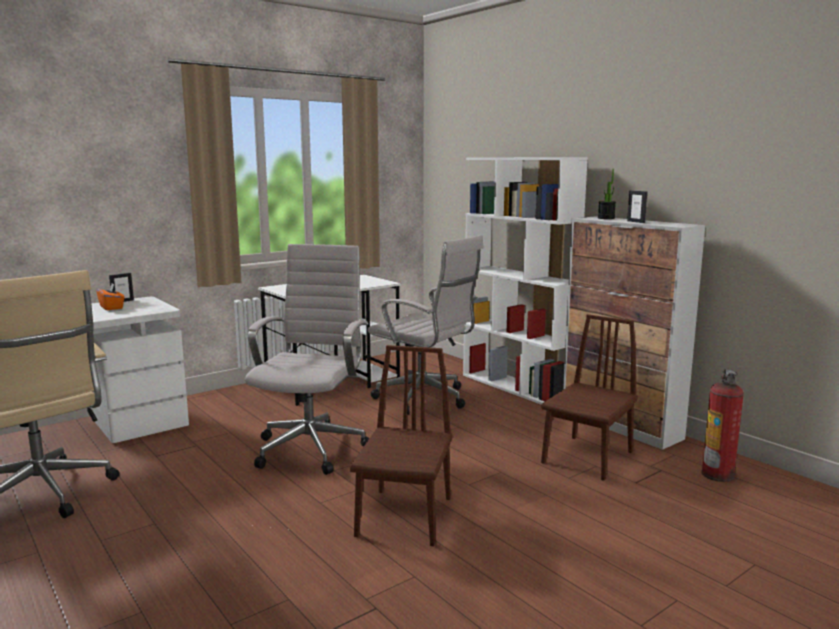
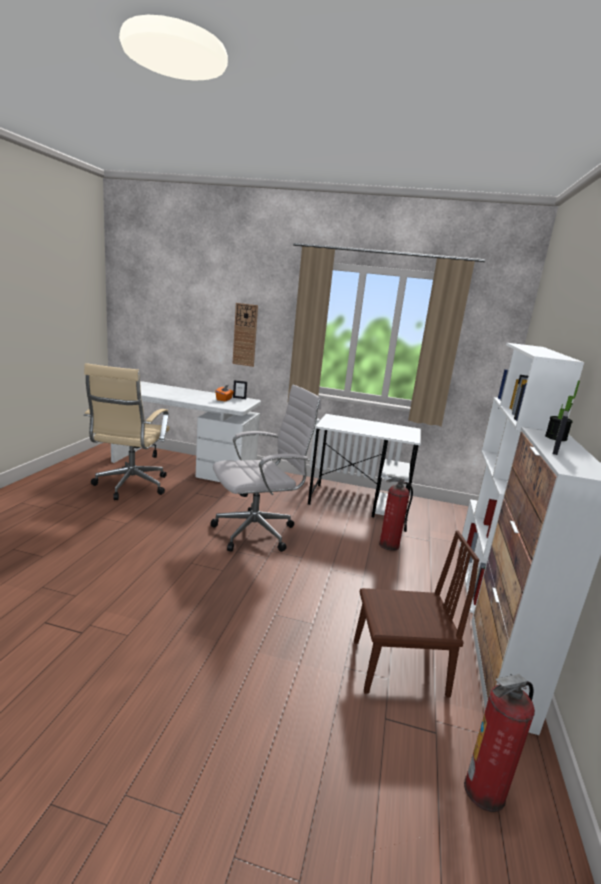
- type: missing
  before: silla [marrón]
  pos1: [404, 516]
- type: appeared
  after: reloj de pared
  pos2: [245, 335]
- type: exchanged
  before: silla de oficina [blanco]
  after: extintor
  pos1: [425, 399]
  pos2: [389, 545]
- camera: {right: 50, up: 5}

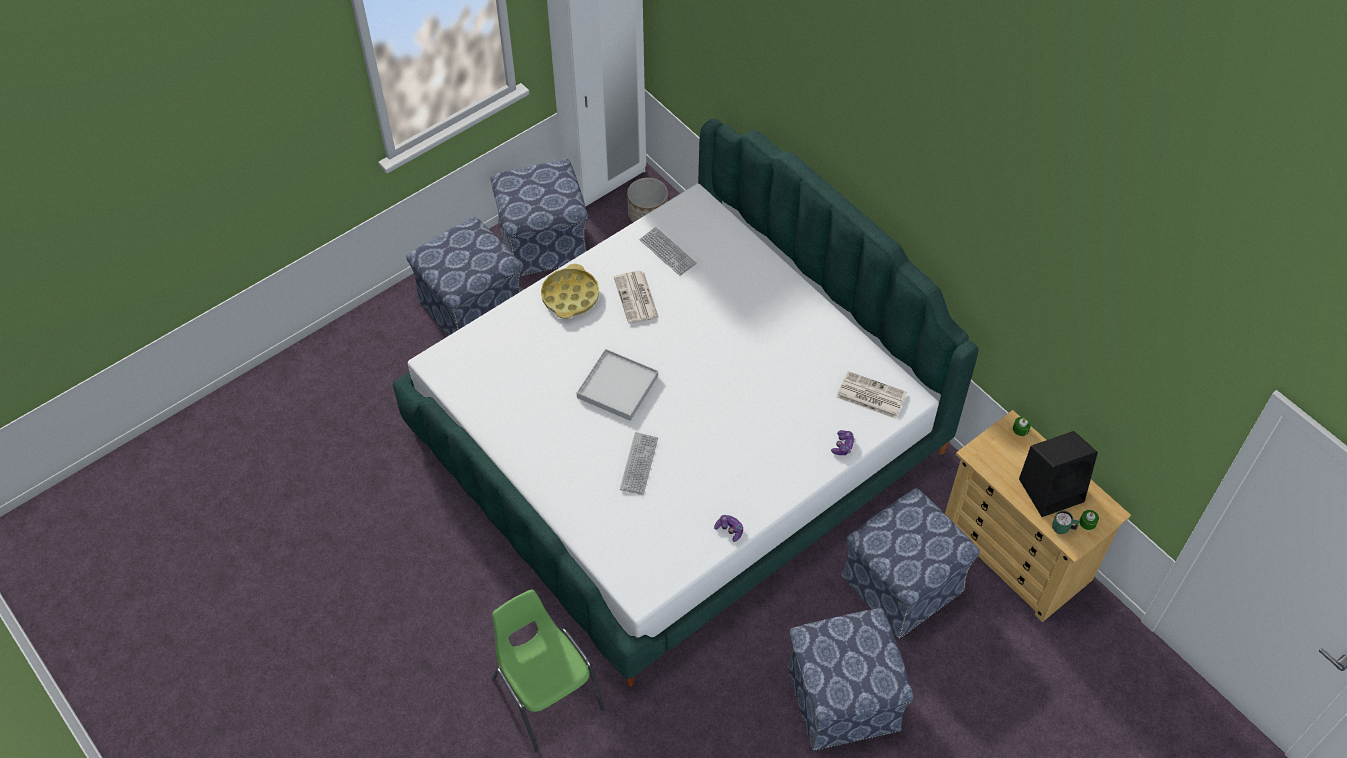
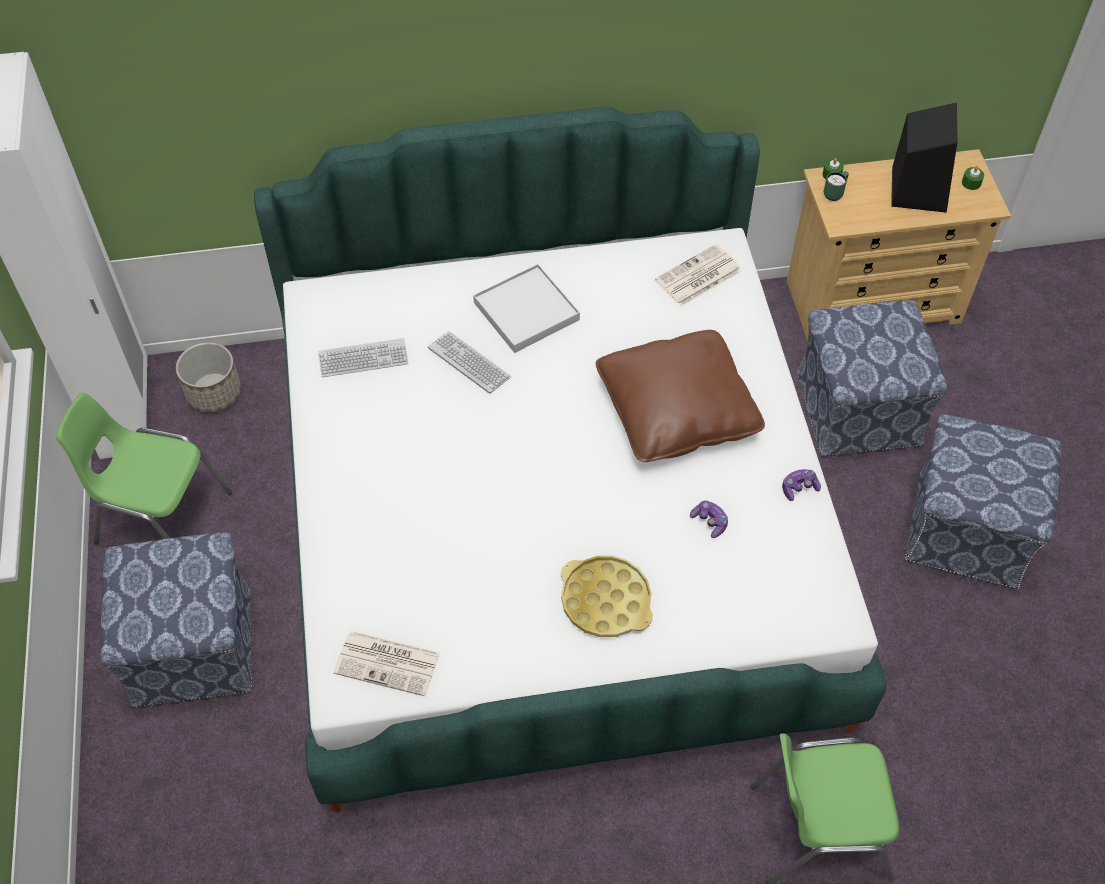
- type: appeared
  after: cojín [marrón]
  pos2: [677, 411]
- type: relocated
  before: bandeja [amarillo]
  pos1: [570, 296]
  pos2: [605, 601]
- type: relocated
  before: bandeja [blanco]
  pos1: [618, 387]
  pos2: [526, 311]
- type: relocated
  before: periódico
  pos1: [637, 298]
  pos2: [389, 663]
- type: relocated
  before: teclado
  pos1: [639, 464]
  pos2: [469, 363]
- type: relocated
  before: mando de consola
  pos1: [843, 446]
  pos2: [709, 522]
- type: relocated
  before: taza grande [verde]
  pos1: [1063, 529]
  pos2: [835, 193]
- type: exchanged
  before: puf
  after: silla [verde]
  pos1: [544, 242]
  pos2: [161, 518]
- camera: {right: -60, up: 0}

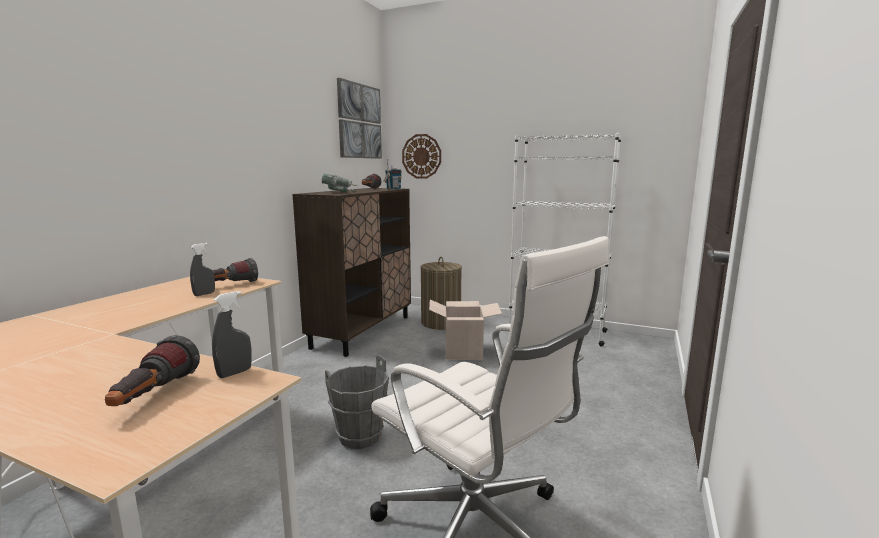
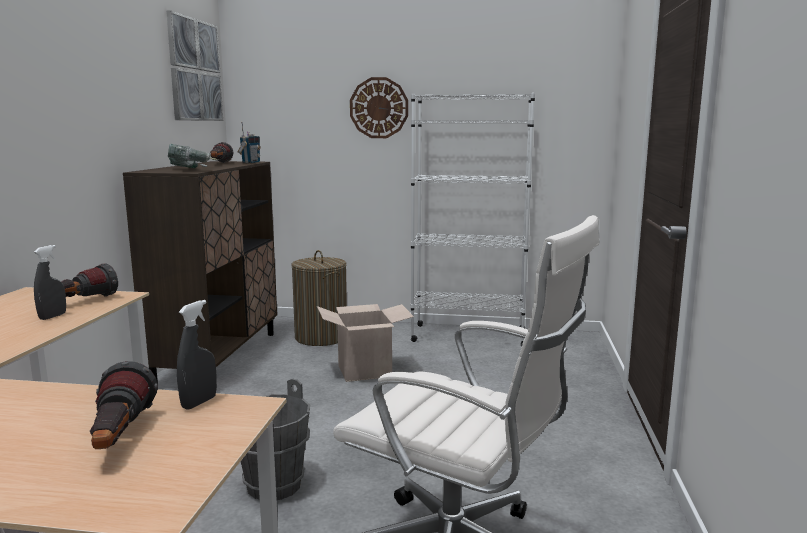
- type: relocated
  before: reloj de pared
  pos1: [421, 156]
  pos2: [379, 108]
- camera: {right: -15, up: 0}

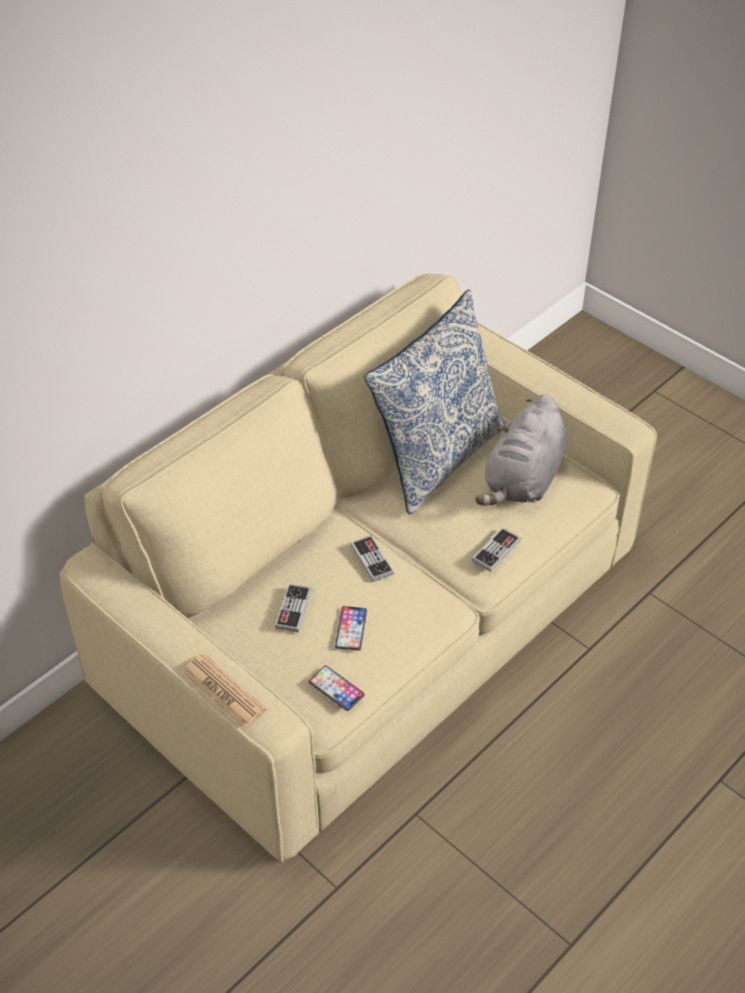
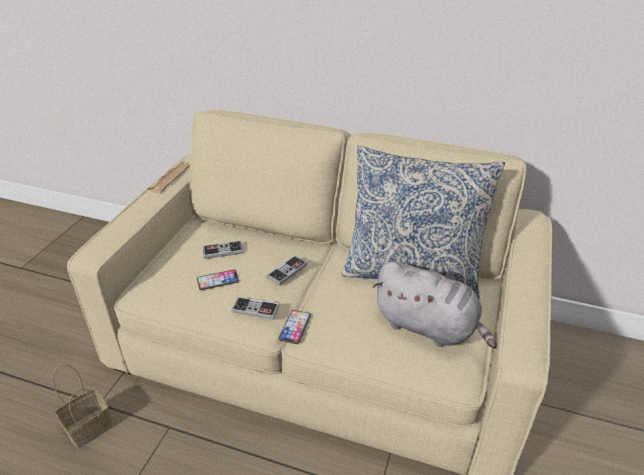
- type: appeared
  after: cesta
  pos2: [90, 426]
- type: relocated
  before: periódico
  pos1: [223, 691]
  pos2: [169, 177]
- type: relocated
  before: móvil
  pos1: [336, 689]
  pos2: [295, 327]
- type: relocated
  before: mando de consola
  pos1: [496, 550]
  pos2: [255, 309]
- type: spun
  before: peluche [gris]
  pos1: [523, 480]
  pos2: [428, 327]
  turn: -150
- camera: {right: 65, up: -10}

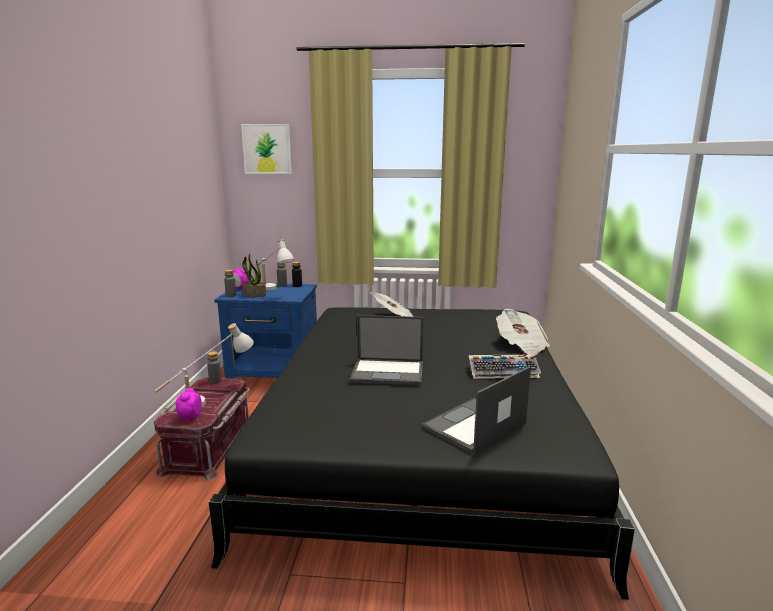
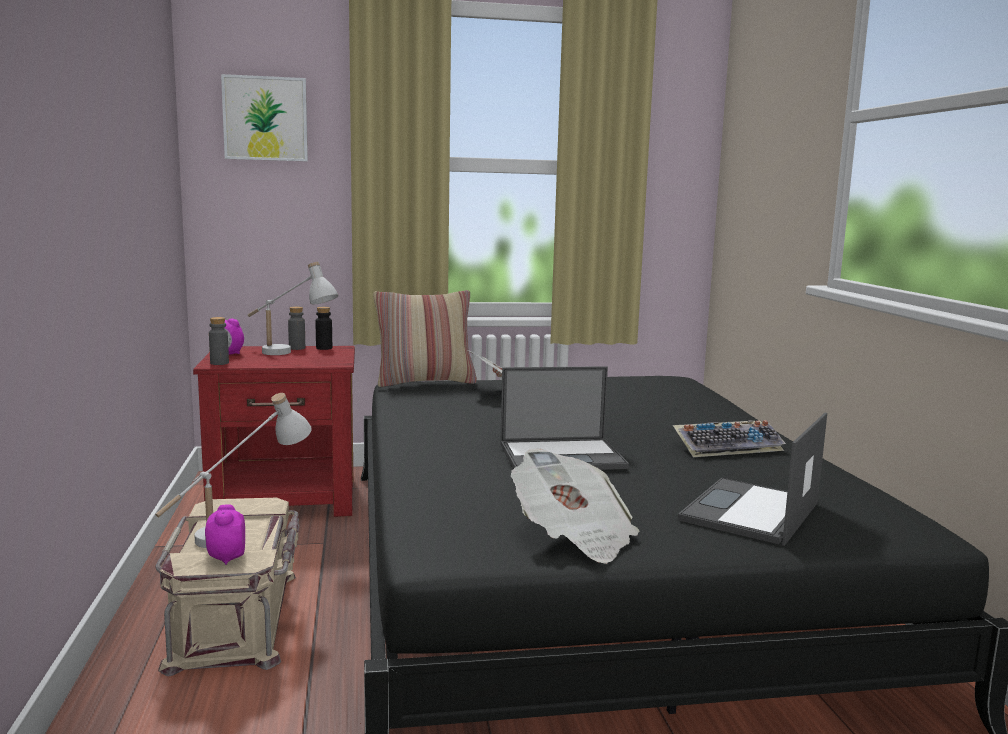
- type: missing
  before: botella [gris]
  pos1: [215, 381]
- type: missing
  before: planta en maceta
  pos1: [254, 295]
- type: appeared
  after: cojín
  pos2: [425, 382]
- type: relocated
  before: periódico
  pos1: [521, 345]
  pos2: [573, 536]
- type: colour
  before: caja de almacenaje [rojo]
  after: caja de almacenaje [beis]
  pos1: [210, 446]
  pos2: [237, 618]
- type: colour
  before: mesita de noche [azul]
  after: mesita de noche [rojo]
  pos1: [275, 371]
  pos2: [287, 499]
- camera: {right: -15, up: -5}

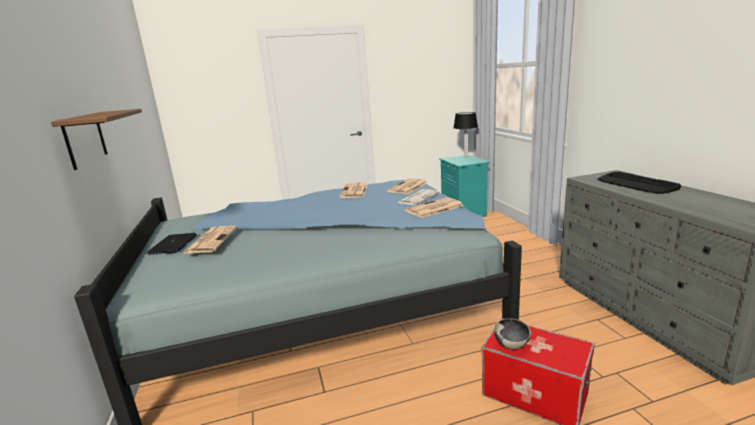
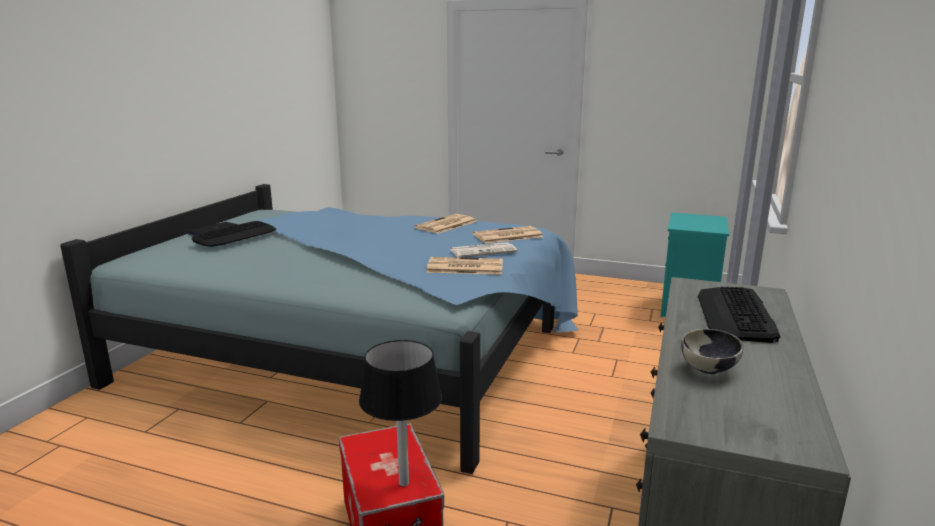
- type: missing
  before: estante [marrón]
  pos1: [85, 139]
- type: relocated
  before: lámpara de mesa [negro]
  pos1: [465, 157]
  pos2: [403, 483]
- type: relocated
  before: cuenco
  pos1: [511, 344]
  pos2: [709, 369]
- type: exchanged
  before: periódico
  after: teclado
  pos1: [211, 240]
  pos2: [235, 235]
- camera: {right: 35, up: 0}

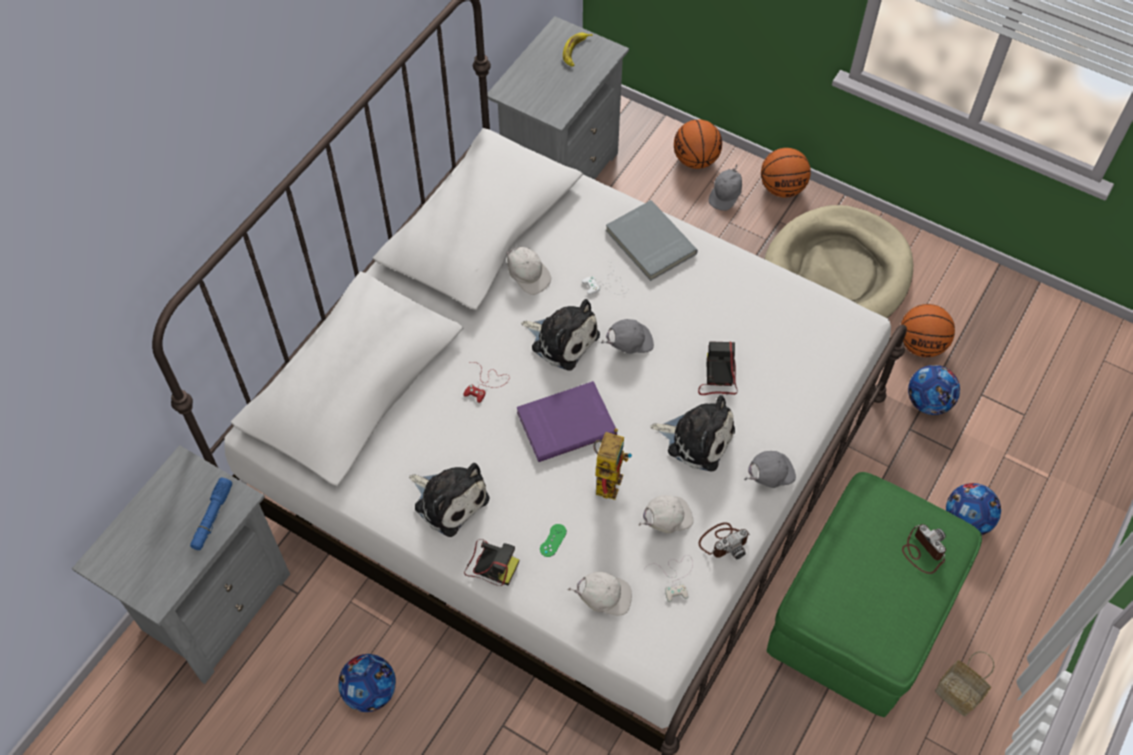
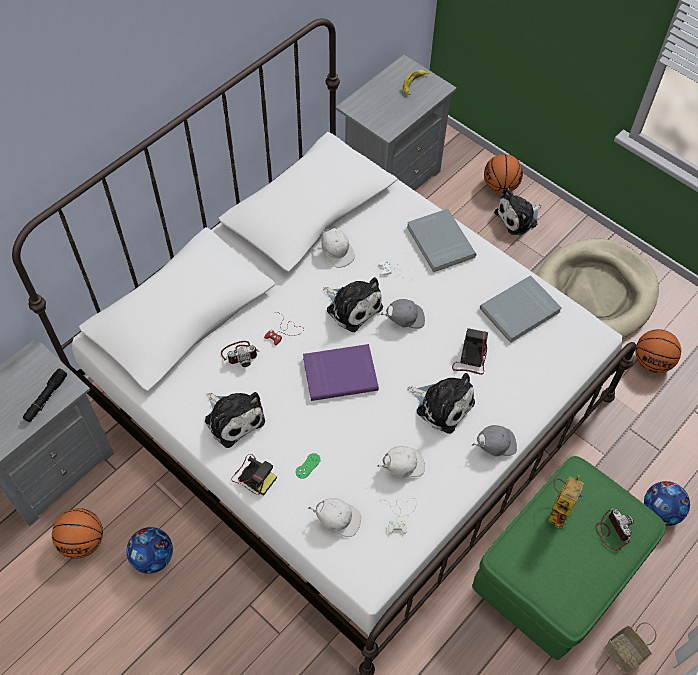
- type: missing
  before: balón de fútbol
  pos1: [928, 402]
- type: appeared
  after: libro [gris]
  pos2: [520, 311]
- type: relocated
  before: robot de juguete
  pos1: [608, 477]
  pos2: [558, 508]
- type: relocated
  before: cámara
  pos1: [724, 542]
  pos2: [240, 354]
- type: relocated
  before: balón de baloncesto
  pos1: [782, 188]
  pos2: [83, 541]
- type: exchanged
  before: gorra [gris]
  after: peluche
  pos1: [726, 196]
  pos2: [518, 218]
- type: colour
  before: linterna [azul]
  after: linterna [negro]
  pos1: [212, 517]
  pos2: [46, 398]
- camera: {right: 10, up: 0}

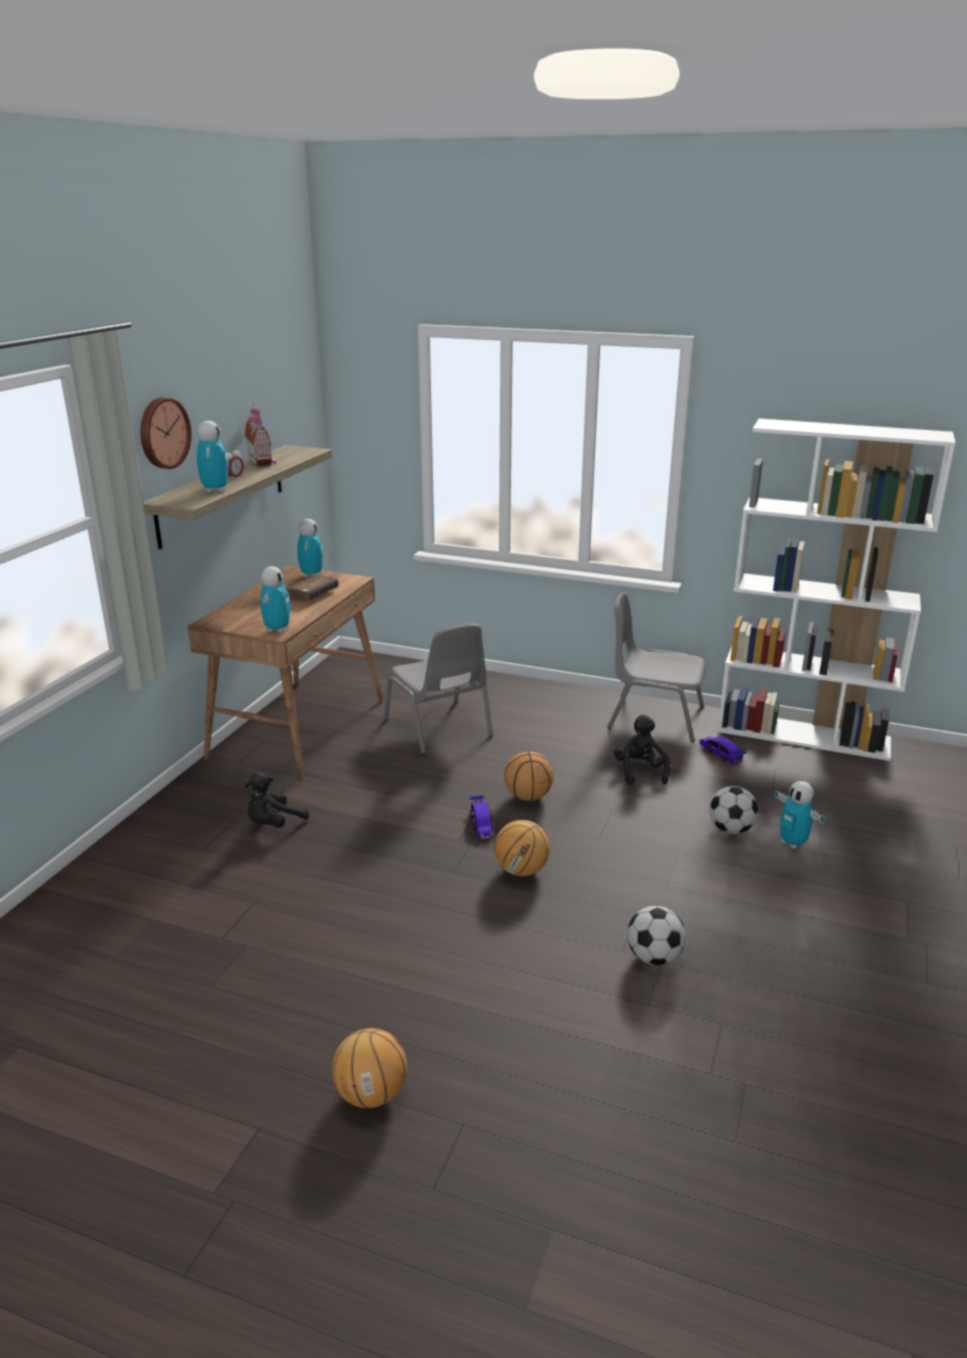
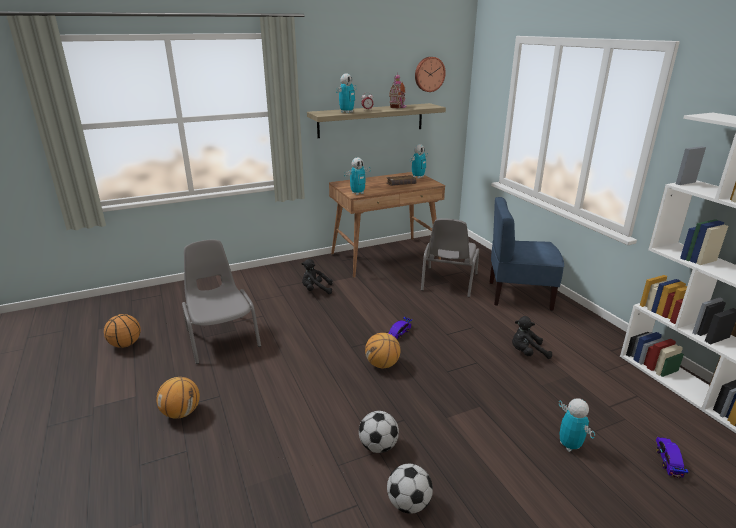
- type: appeared
  after: silla [azul]
  pos2: [519, 295]
- type: relocated
  before: reloj de pared
  pos1: [162, 433]
  pos2: [429, 74]
- type: relocated
  before: balón de baloncesto
  pos1: [528, 796]
  pos2: [126, 344]
- type: relocated
  before: silla [gris]
  pos1: [654, 717]
  pos2: [222, 338]
- type: relocated
  before: coche de juguete
  pos1: [721, 754]
  pos2: [668, 460]
- type: relocated
  before: balón de fútbol
  pos1: [731, 829]
  pos2: [409, 504]
- type: spun
  before: peluche [negro]
  pos1: [640, 772]
  pos2: [527, 353]
  turn: -135
- type: spun
  before: robot de juguete
  pos1: [793, 843]
  pos2: [569, 445]
  turn: 150
- camera: {right: 45, up: 0}

